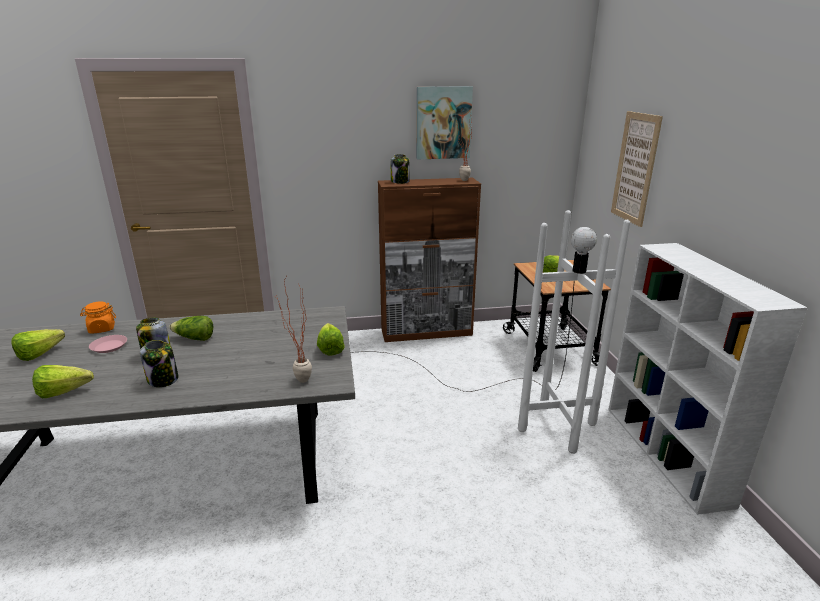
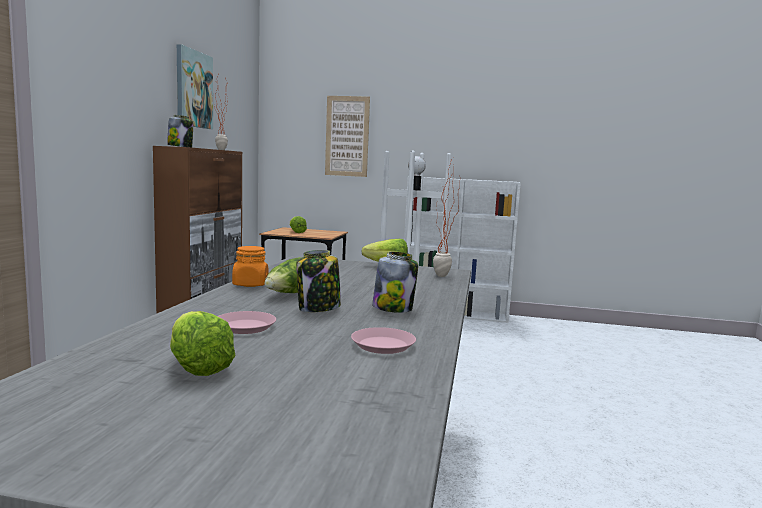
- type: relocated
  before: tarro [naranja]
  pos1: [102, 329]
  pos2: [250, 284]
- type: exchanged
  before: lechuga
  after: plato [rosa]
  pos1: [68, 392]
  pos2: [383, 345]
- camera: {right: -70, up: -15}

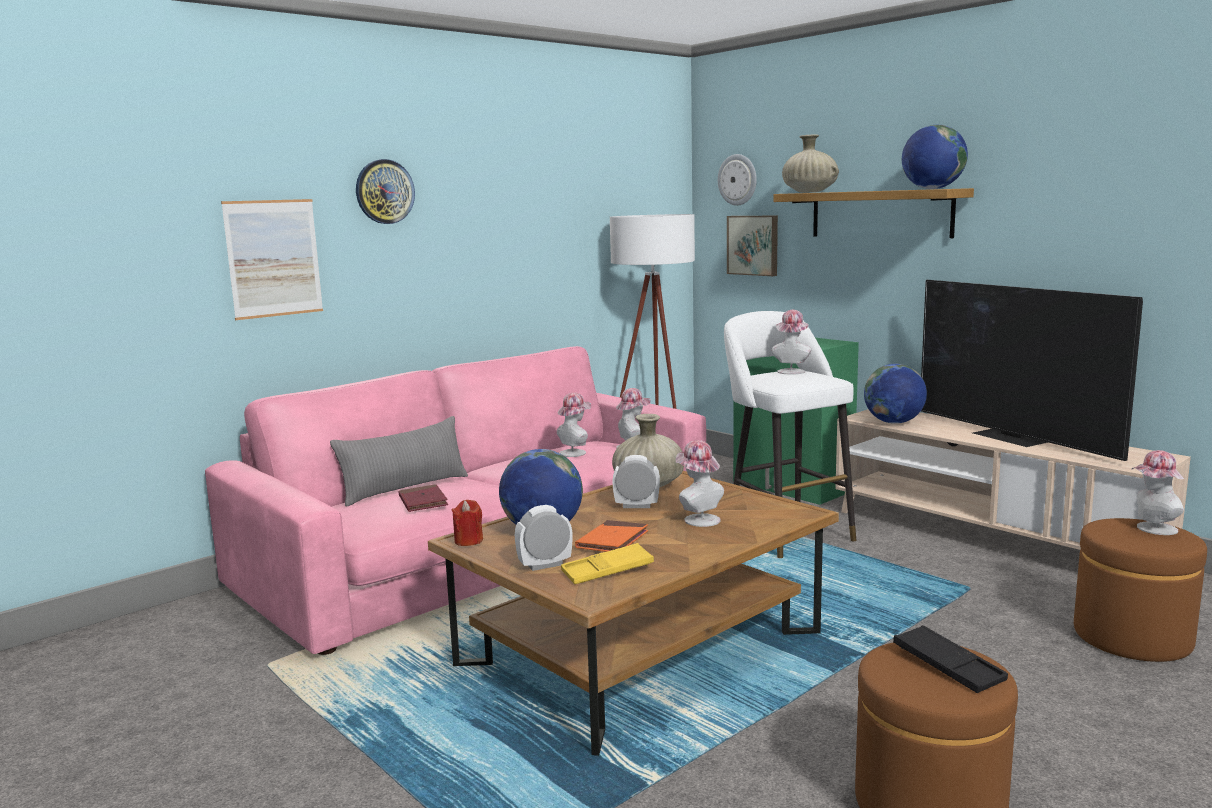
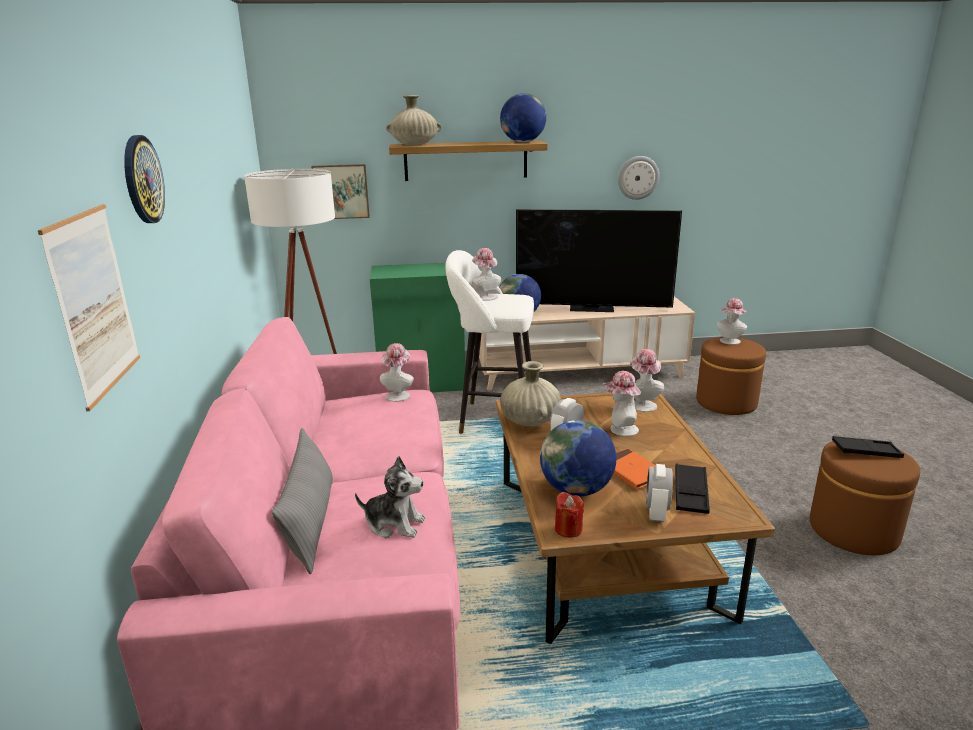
- type: relocated
  before: sombrero
  pos1: [575, 452]
  pos2: [642, 404]
- type: relocated
  before: reloj de pared
  pos1: [738, 180]
  pos2: [638, 177]
- type: exchanged
  before: libro [rojo]
  after: peluche
  pos1: [423, 502]
  pos2: [394, 524]
- type: colour
  before: bandeja [amarillo]
  after: bandeja [negro]
  pos1: [607, 570]
  pos2: [691, 493]
- camera: {right: -55, up: 10}

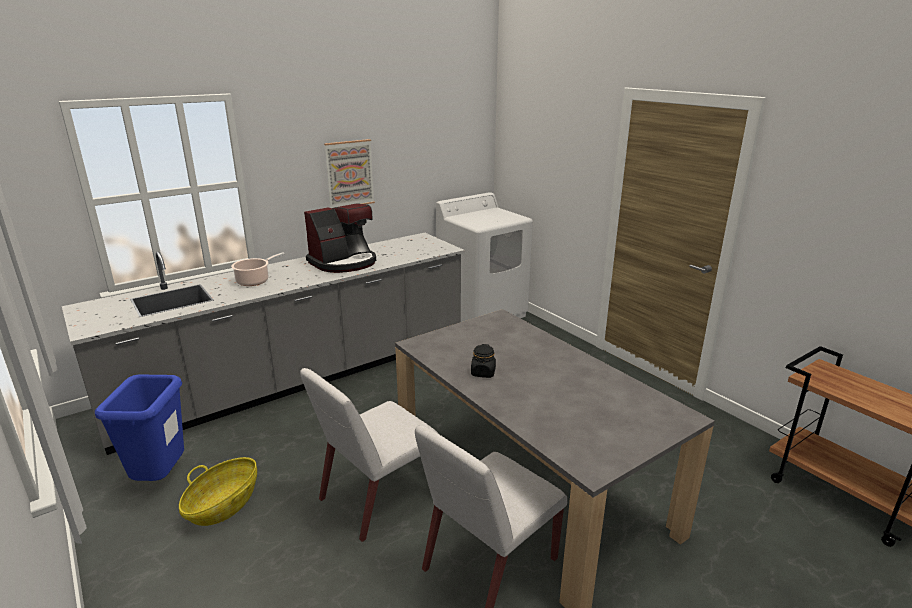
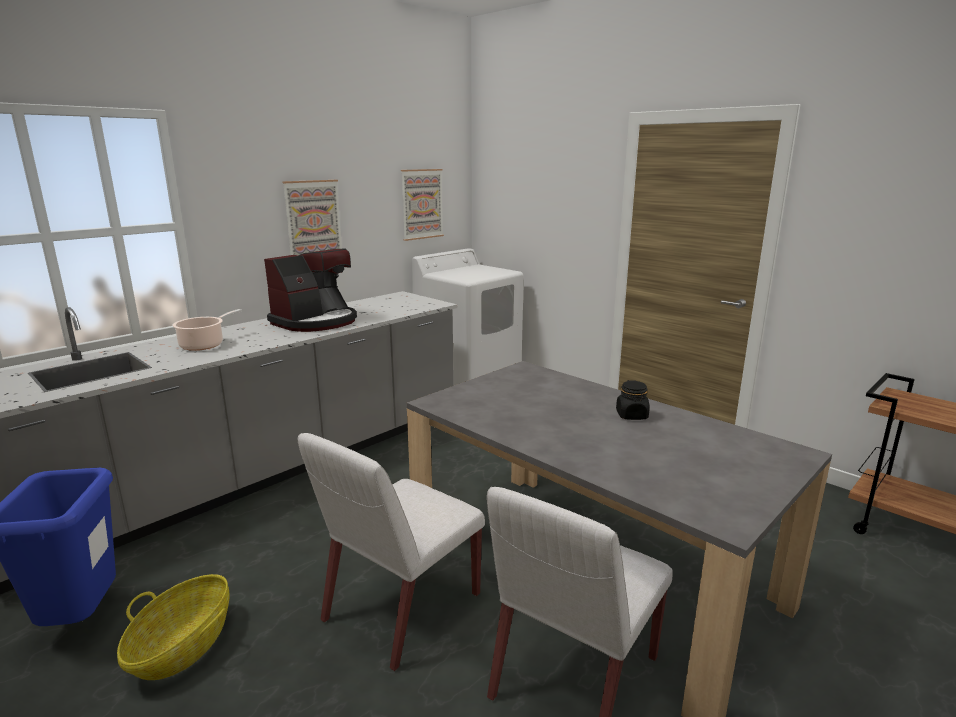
- type: appeared
  after: cuadro
  pos2: [422, 204]
- type: relocated
  before: tarro [negro]
  pos1: [483, 373]
  pos2: [632, 415]
- camera: {right: -10, up: -5}

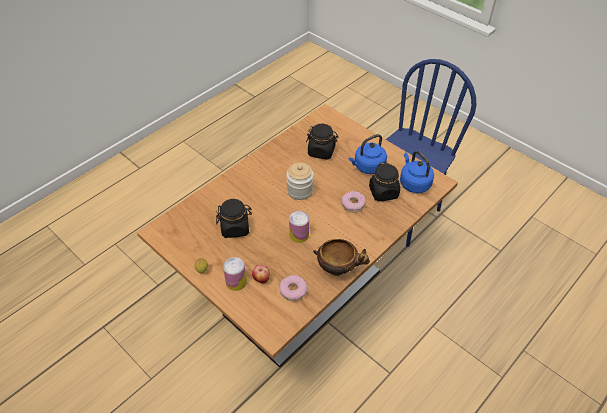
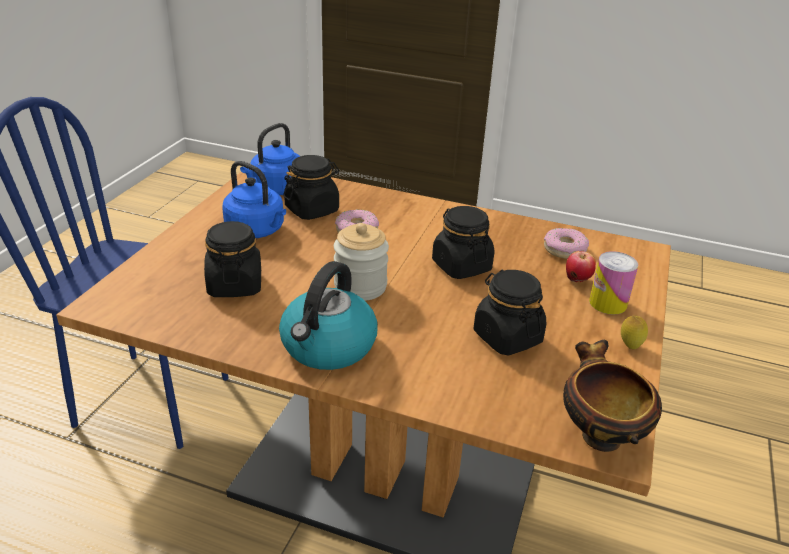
- type: appeared
  after: hervidor
  pos2: [328, 347]
- type: relocated
  before: cuenco
  pos1: [338, 269]
  pos2: [598, 434]
- type: exchanged
  before: lata
  after: tarro [negro]
  pos1: [299, 235]
  pos2: [461, 266]
- camera: {right: -115, up: -15}

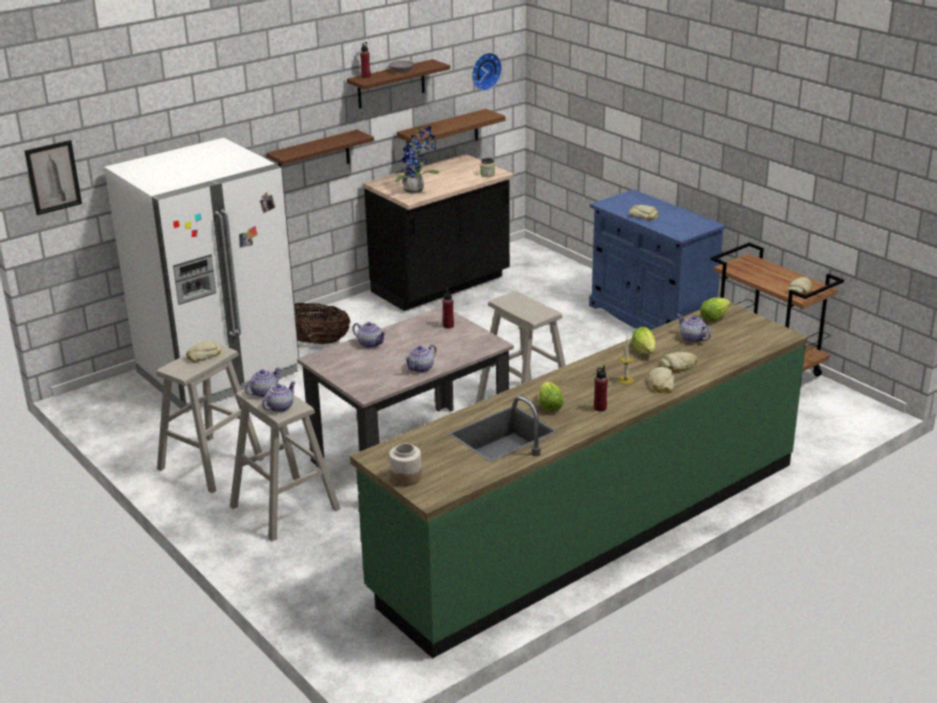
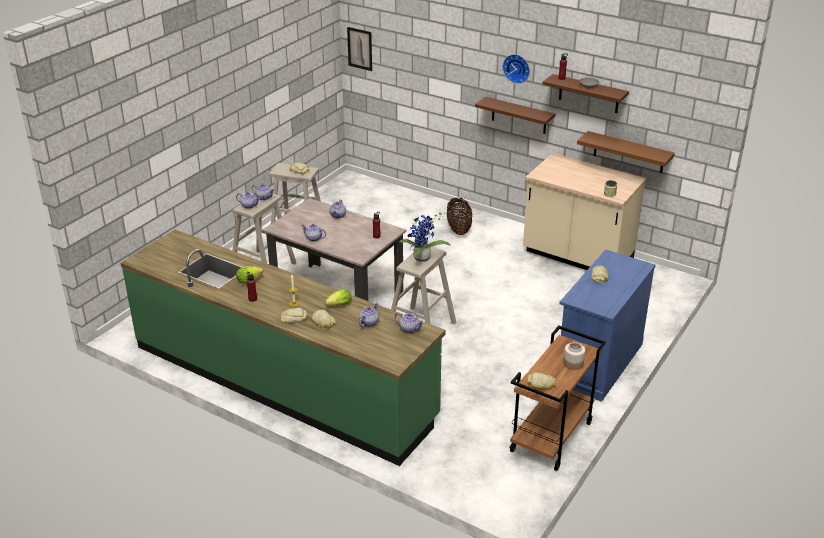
- type: missing
  before: nevera [blanco]
  pos1: [218, 373]
- type: relocated
  before: tarro
  pos1: [406, 477]
  pos2: [573, 363]
- type: relocated
  before: planta en maceta
  pos1: [416, 191]
  pos2: [422, 259]
- type: relocated
  before: reloj de pared
  pos1: [484, 71]
  pos2: [517, 68]
- type: exchanged
  before: lechuga
  after: tetera
  pos1: [715, 317]
  pos2: [409, 329]
- type: colour
  before: mueble bajo de cocina [negro]
  after: mueble bajo de cocina [beis]
  pos1: [441, 286]
  pos2: [577, 257]
- camera: {right: 70, up: 5}

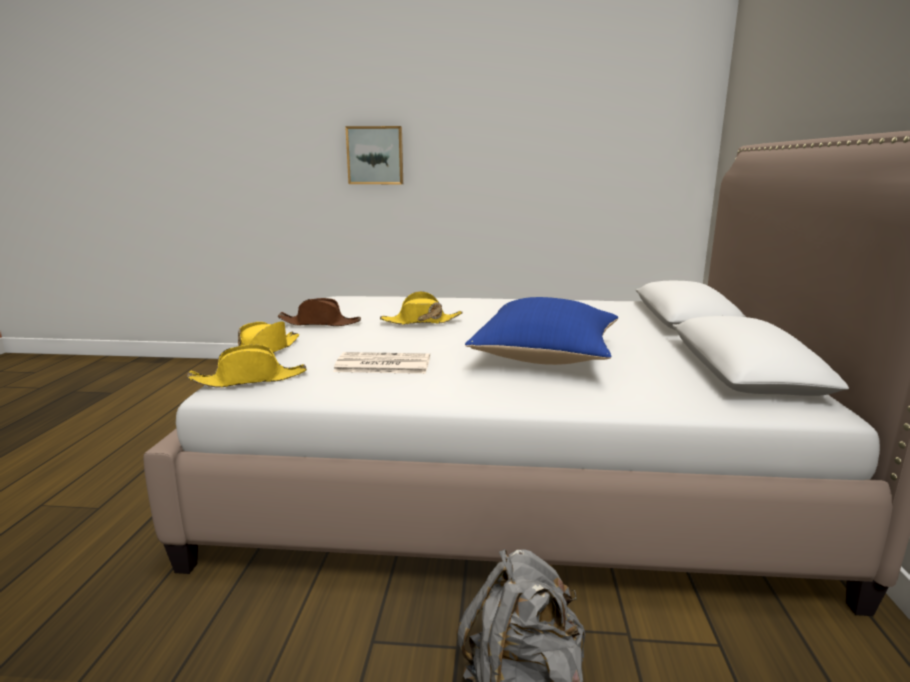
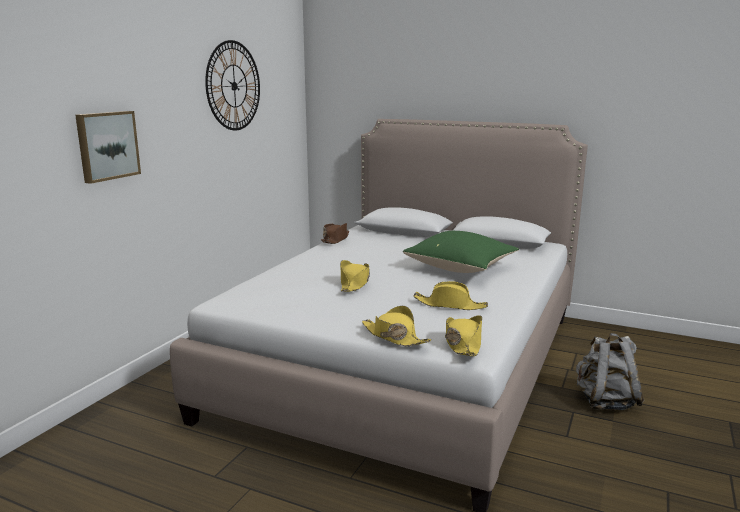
- type: appeared
  after: reloj de pared
  pos2: [234, 86]
- type: relocated
  before: sombrero [marrón]
  pos1: [320, 323]
  pos2: [335, 239]
- type: exchanged
  before: periódico
  after: sombrero [amarillo]
  pos1: [381, 365]
  pos2: [450, 305]
- type: colour
  before: cojín [azul]
  after: cojín [verde]
  pos1: [546, 359]
  pos2: [461, 268]
- camera: {right: -70, up: 0}

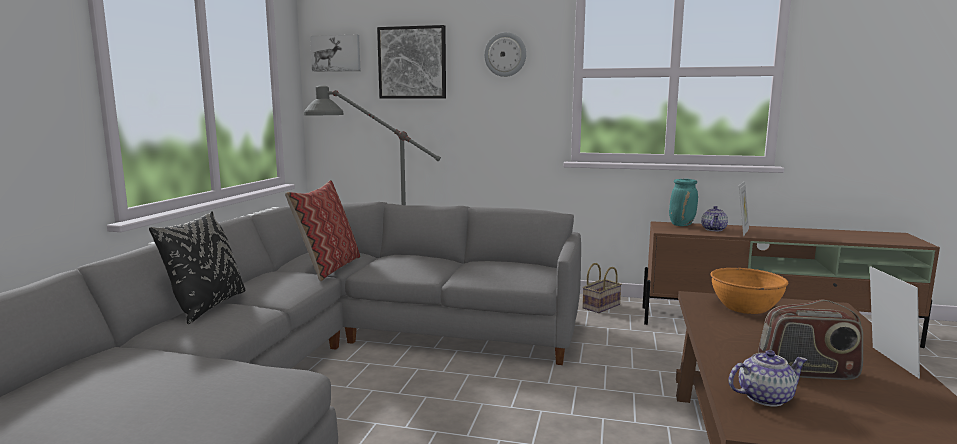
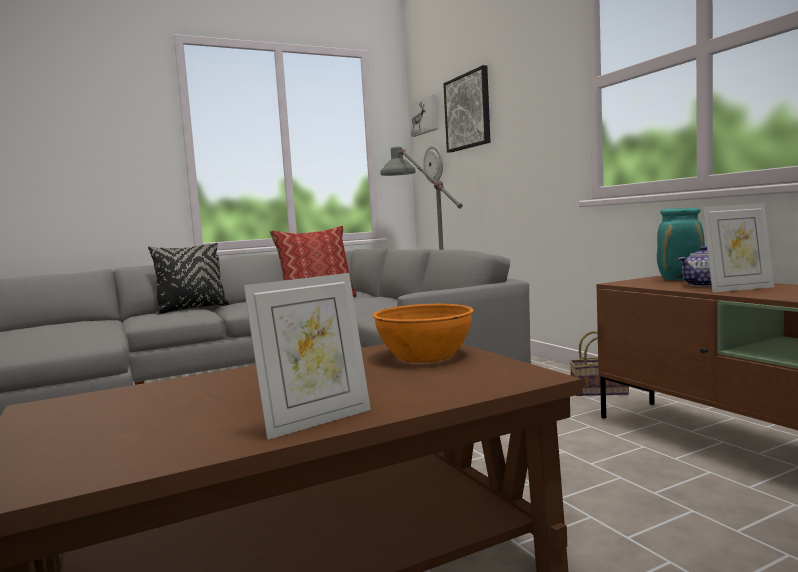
- type: missing
  before: tetera
  pos1: [764, 397]
- type: missing
  before: radio
  pos1: [807, 372]
- type: relocated
  before: reloj de pared
  pos1: [505, 54]
  pos2: [434, 164]
- camera: {right: 50, up: -5}

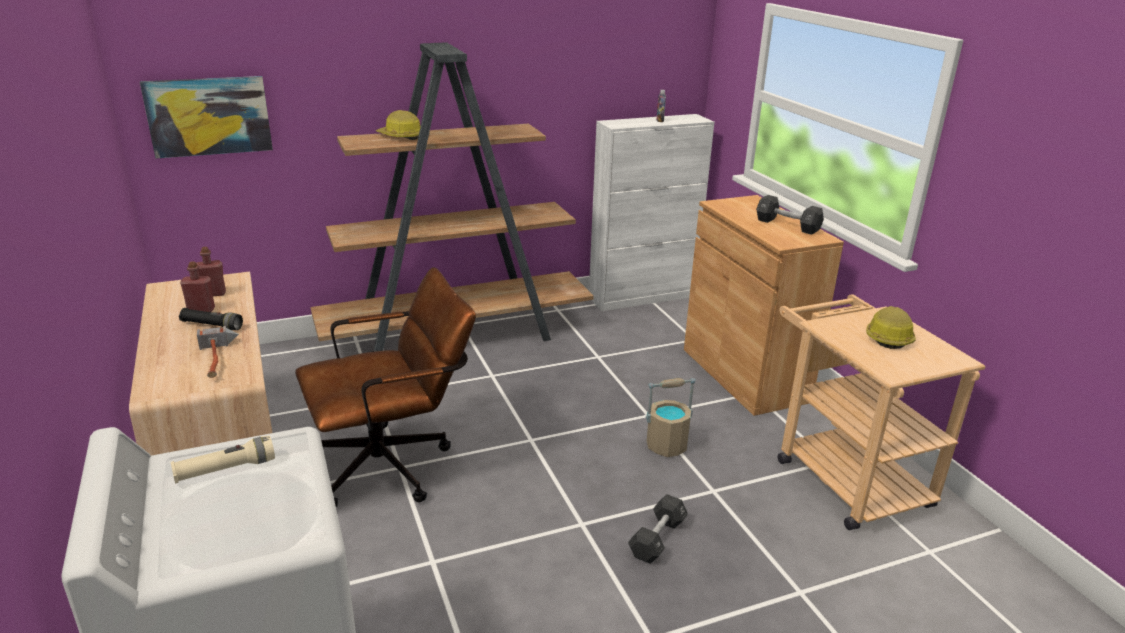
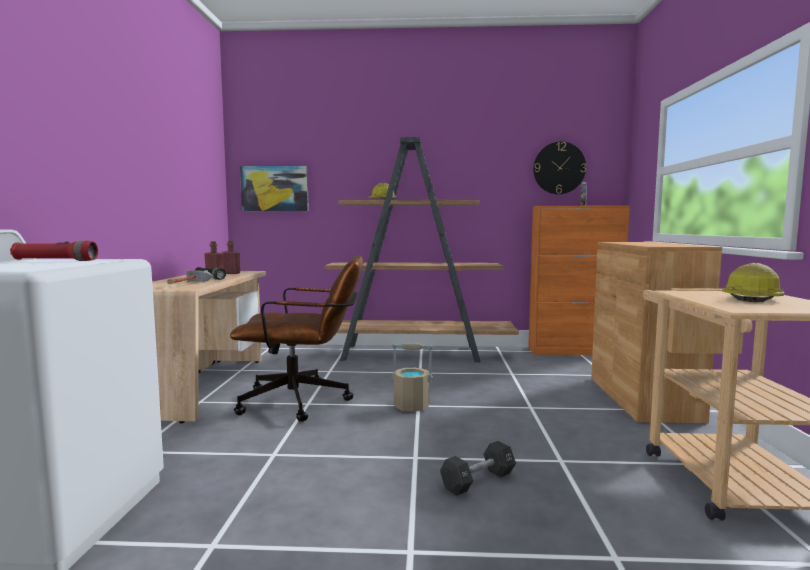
- type: missing
  before: mancuerna [negro]
  pos1: [787, 225]
- type: appeared
  after: reloj de pared
  pos2: [559, 168]
- type: relocated
  before: cubo [beis]
  pos1: [667, 445]
  pos2: [412, 406]
- type: colour
  before: linterna [beis]
  after: linterna [rojo]
  pos1: [226, 470]
  pos2: [56, 261]
- type: colour
  before: armario [blanco]
  after: armario [naranja]
  pos1: [642, 297]
  pos2: [574, 351]
- camera: {right: 25, up: -20}

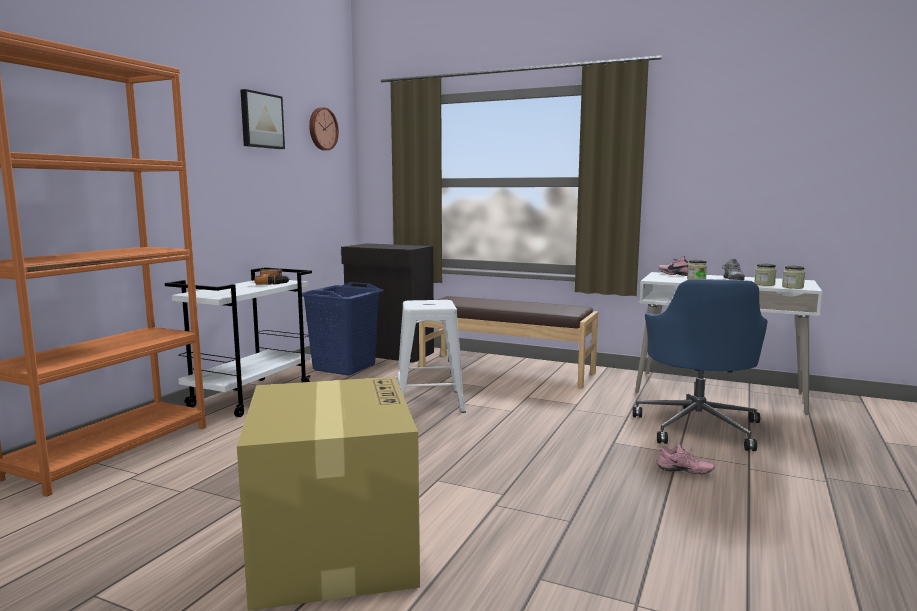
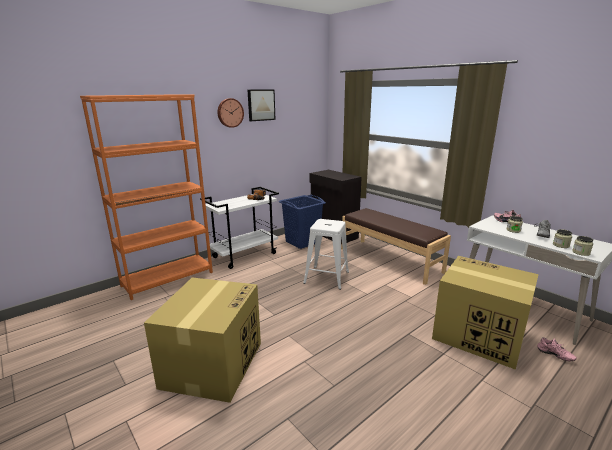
- type: relocated
  before: reloj de pared
  pos1: [322, 129]
  pos2: [230, 113]
- type: relocated
  before: zapato [rosa]
  pos1: [684, 472]
  pos2: [554, 356]
- type: exchanged
  before: silla de oficina [azul]
  after: caja de cartón
  pos1: [698, 426]
  pos2: [477, 335]
- camera: {right: 25, up: 10}

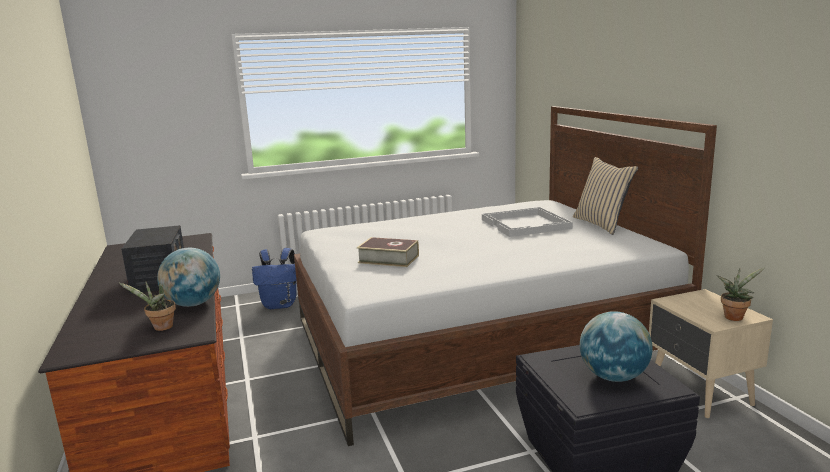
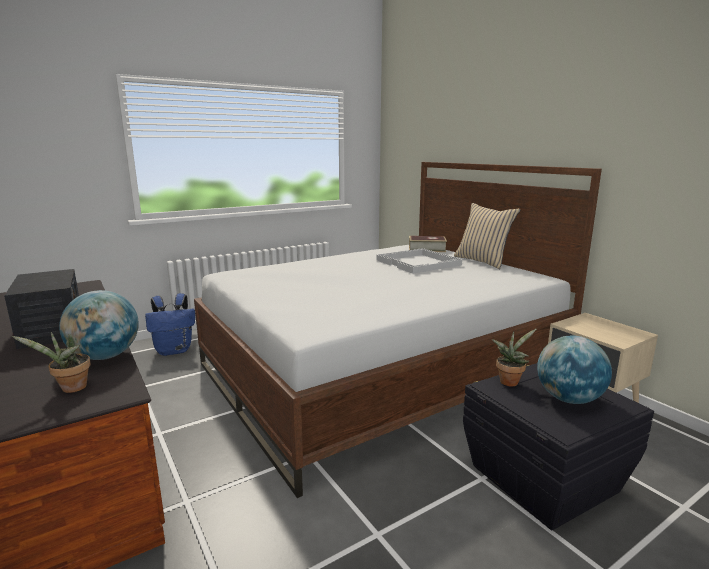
- type: relocated
  before: libro
  pos1: [388, 259]
  pos2: [427, 249]
- type: relocated
  before: planta en maceta
  pos1: [734, 316]
  pos2: [509, 381]
- camera: {right: -15, up: 0}

